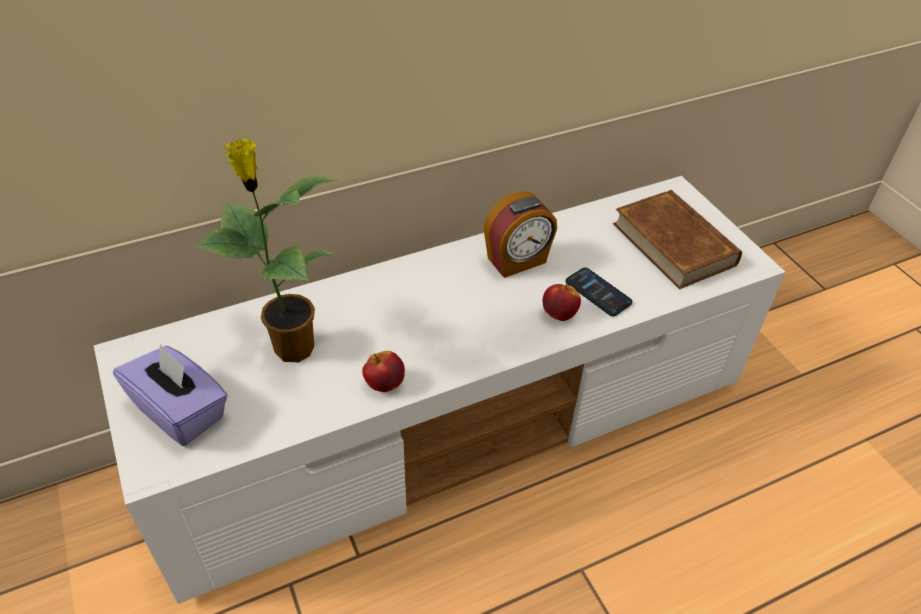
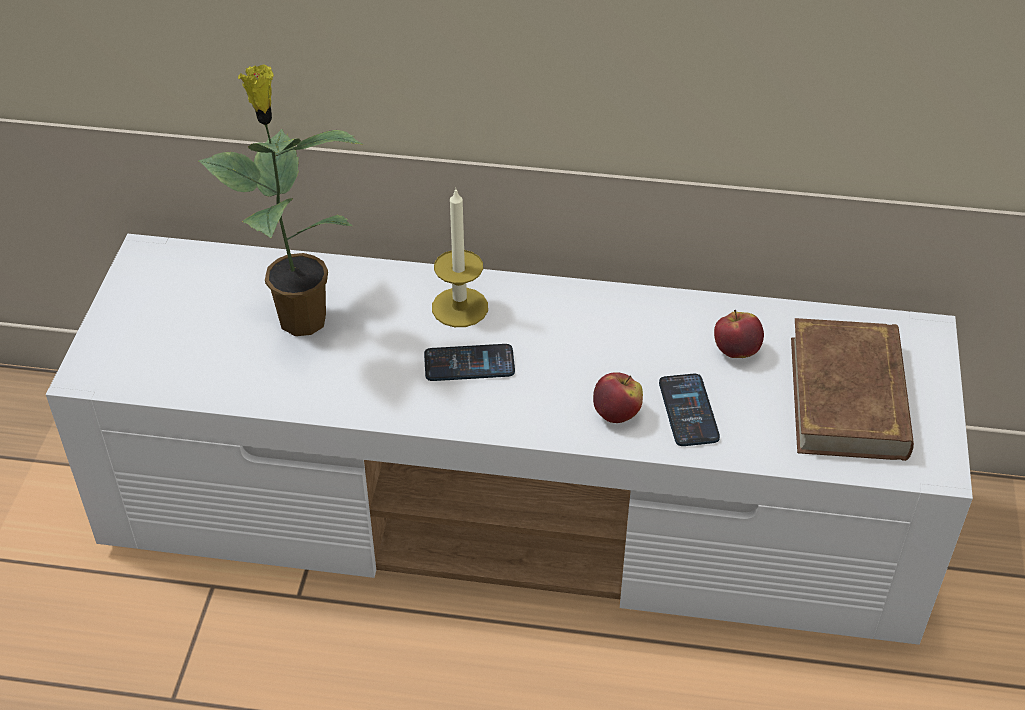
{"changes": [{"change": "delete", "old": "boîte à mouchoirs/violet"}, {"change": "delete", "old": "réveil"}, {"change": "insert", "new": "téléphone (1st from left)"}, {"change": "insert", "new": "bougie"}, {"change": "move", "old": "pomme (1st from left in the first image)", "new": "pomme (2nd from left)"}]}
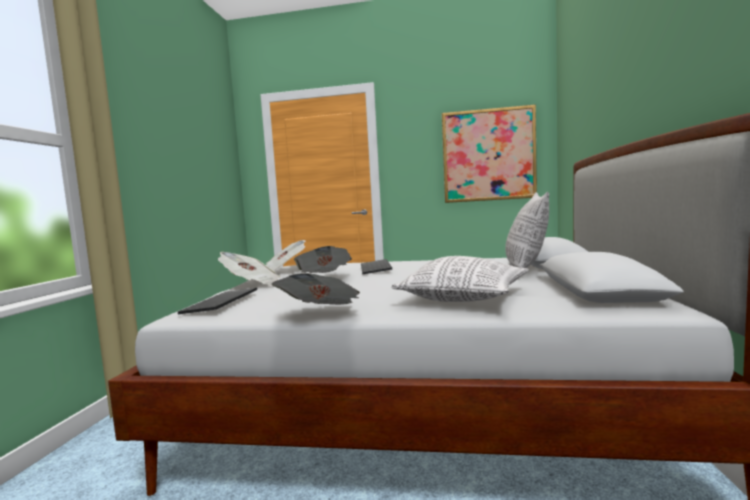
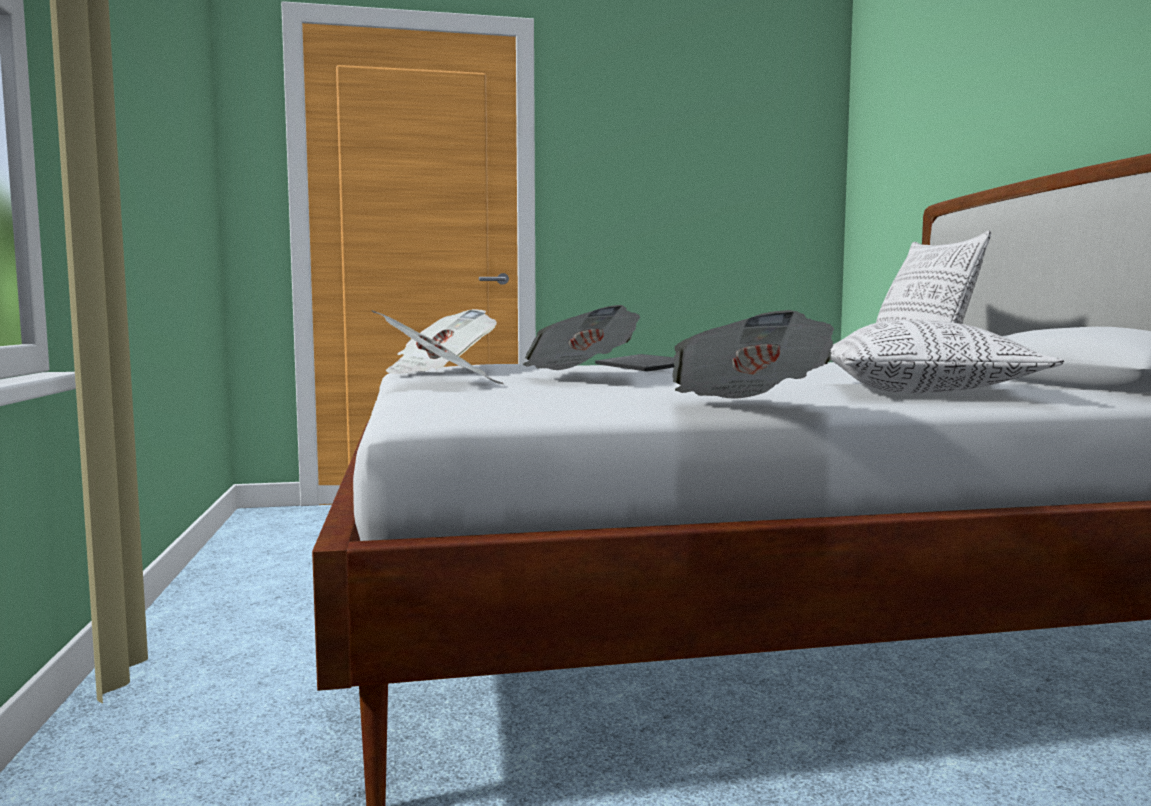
{"changes": [{"change": "delete", "old": "clavier (1st from left)"}, {"change": "delete", "old": "tableau"}]}
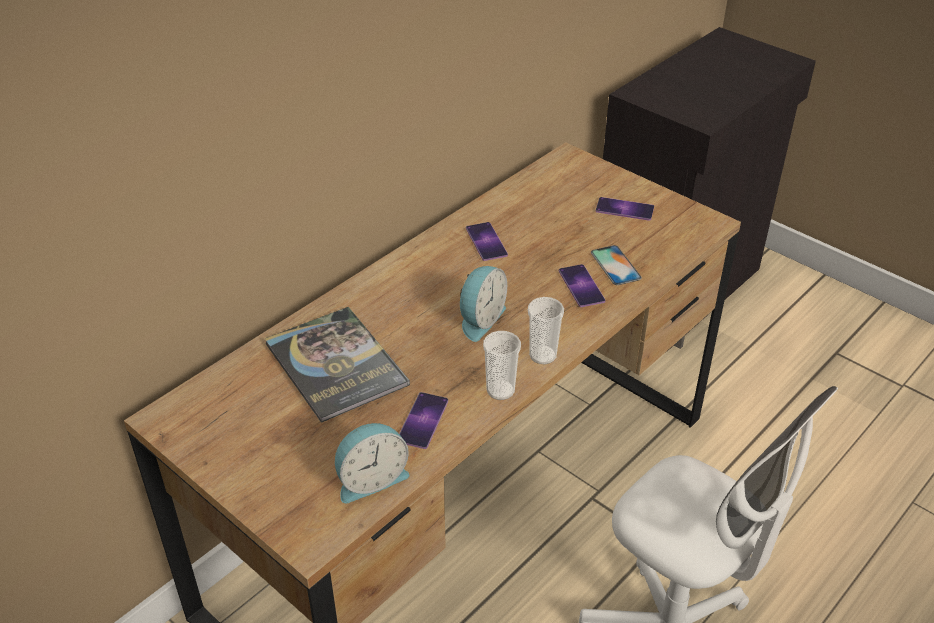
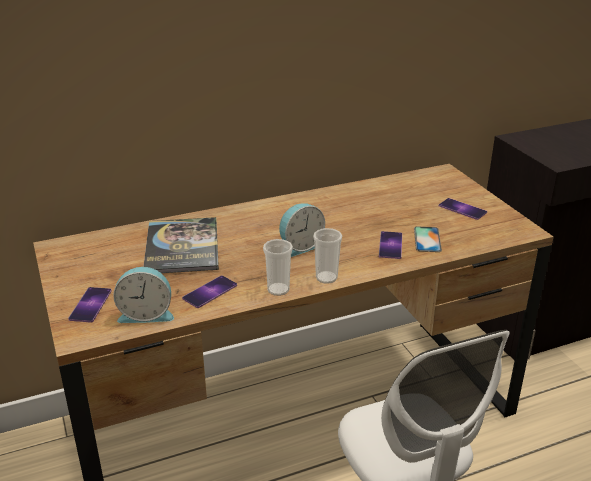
{"changes": [{"change": "move", "old": "téléphone (2nd from left in the first image)", "new": "téléphone (1st from left)"}]}
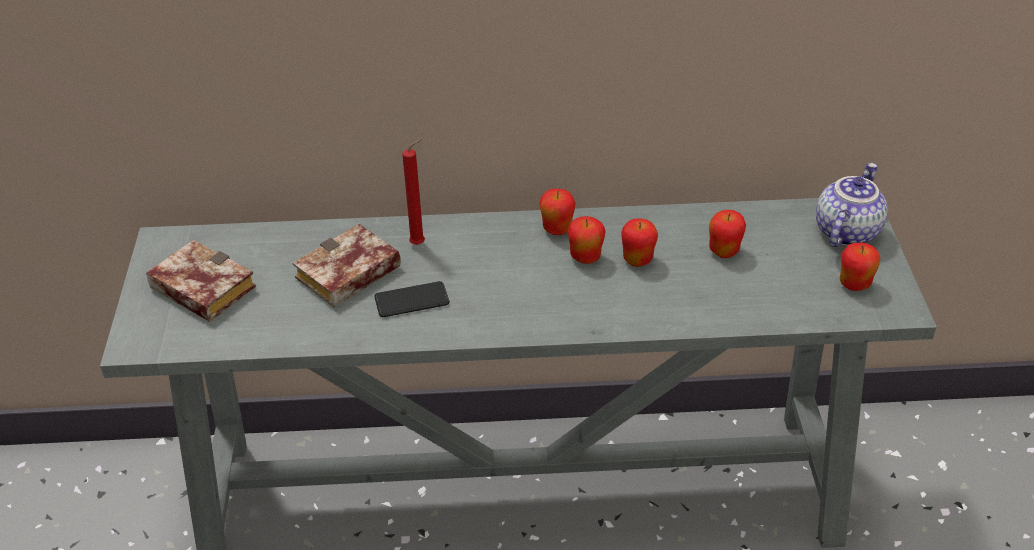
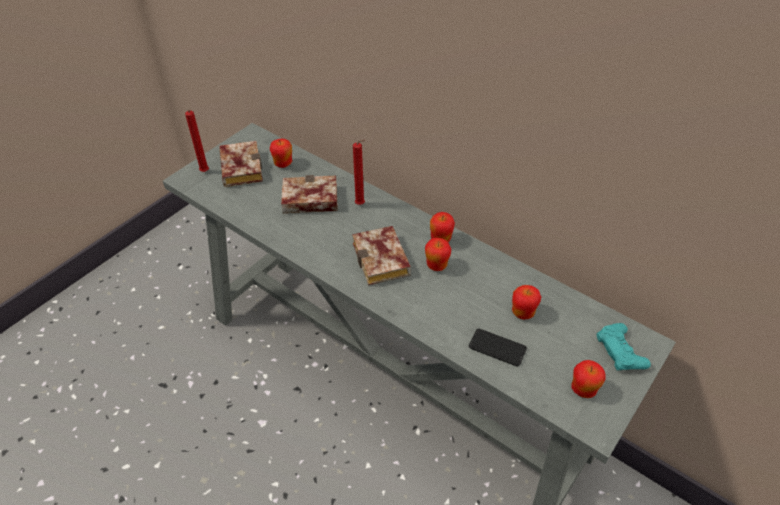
{"changes": [{"change": "insert", "new": "bougie/rouge (1st from left)"}, {"change": "insert", "new": "livre (3rd from left)"}, {"change": "move", "old": "téléphone"}, {"change": "move", "old": "pomme (3rd from left in the first image)", "new": "pomme (1st from left)"}, {"change": "replace", "old": "théière", "new": "manette/turquoise"}]}
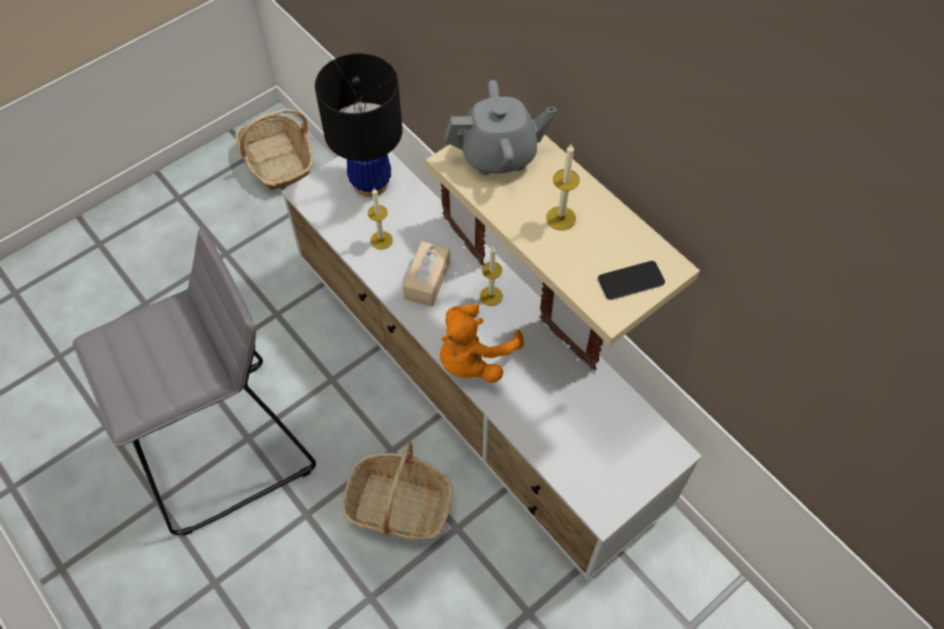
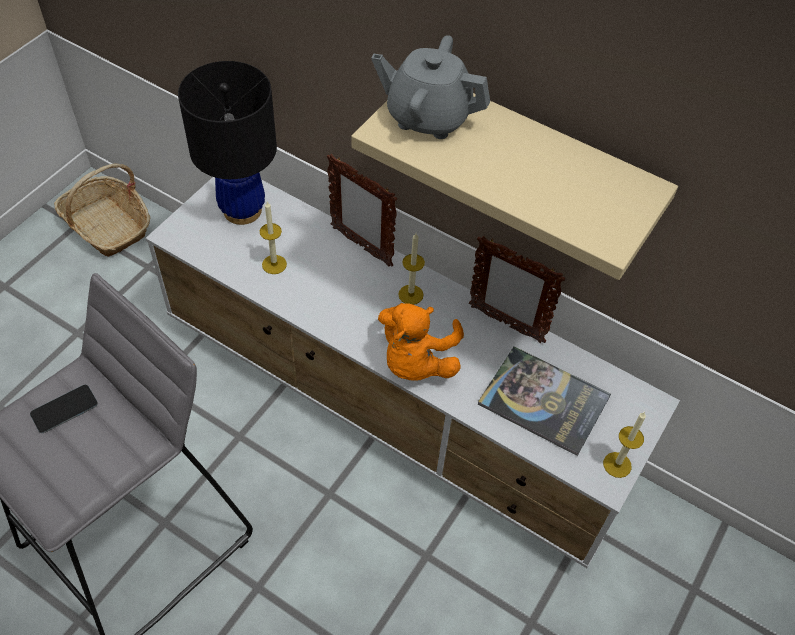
{"changes": [{"change": "delete", "old": "panier (2nd from left)"}, {"change": "delete", "old": "boîte à mouchoirs/beige"}, {"change": "insert", "new": "livre"}, {"change": "move", "old": "bougie (3rd from left)"}, {"change": "move", "old": "téléphone"}, {"change": "rotate", "old": "théière/gris", "degrees": -135}]}
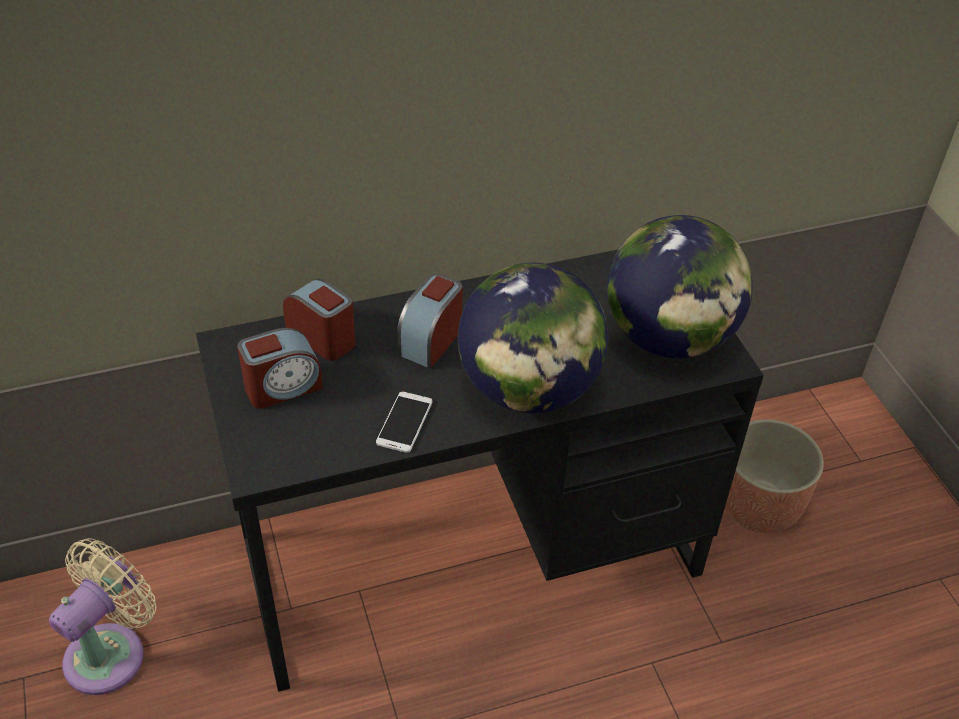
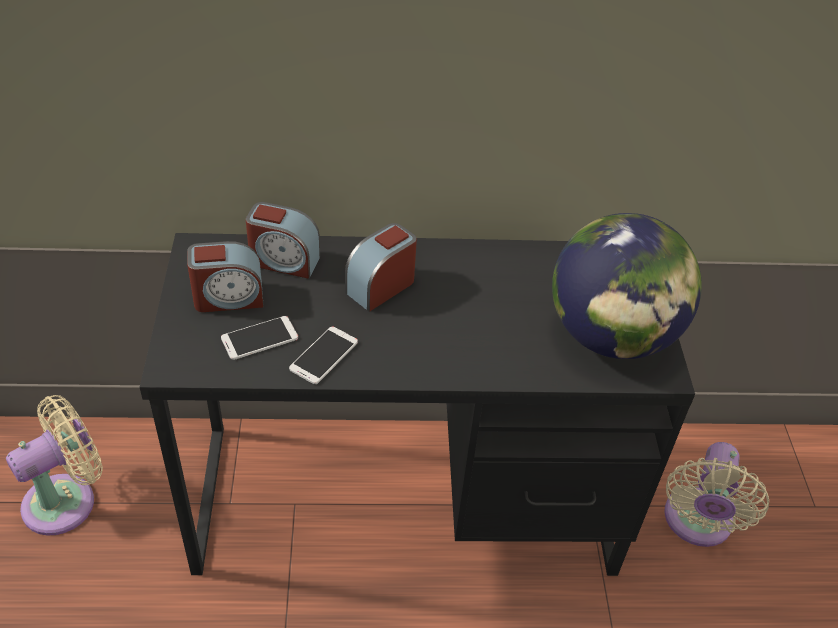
{"changes": [{"change": "delete", "old": "globe (1st from left)"}, {"change": "insert", "new": "téléphone (1st from left)"}, {"change": "replace", "old": "cache-pot", "new": "ventilateur/beige (2nd from left)"}, {"change": "rotate", "old": "réveil (2nd from left)", "degrees": 135}]}
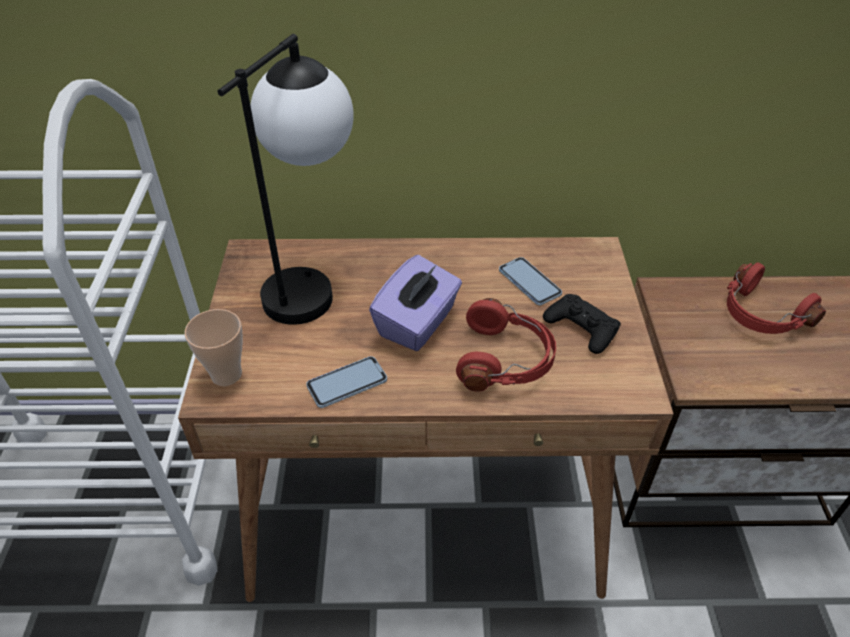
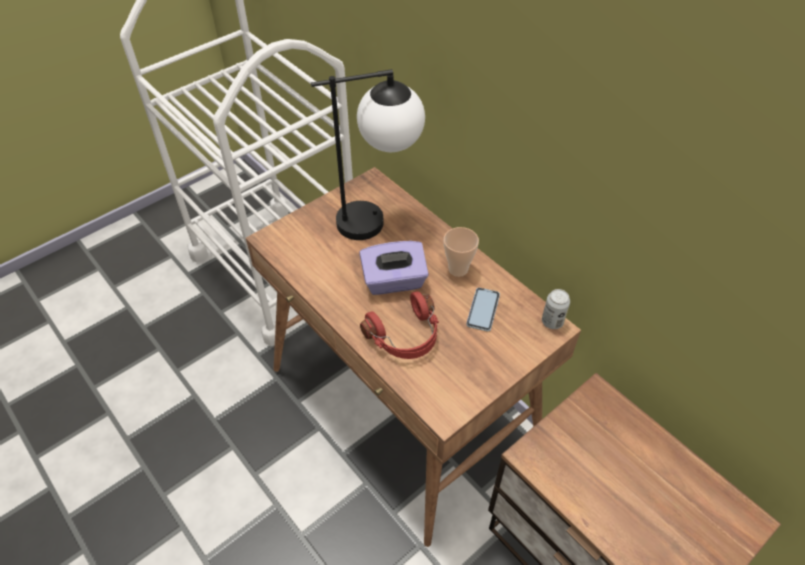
{"changes": [{"change": "delete", "old": "téléphone (1st from left)"}, {"change": "delete", "old": "manette/noir"}, {"change": "delete", "old": "casque audio/rouge (2nd from left)"}, {"change": "insert", "new": "boîte métallique"}, {"change": "move", "old": "tasse"}]}
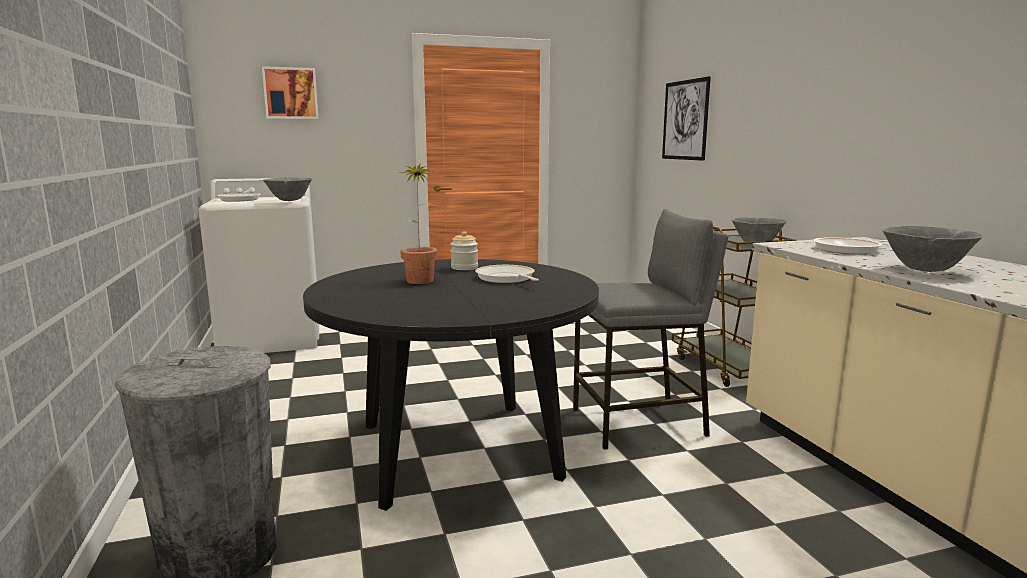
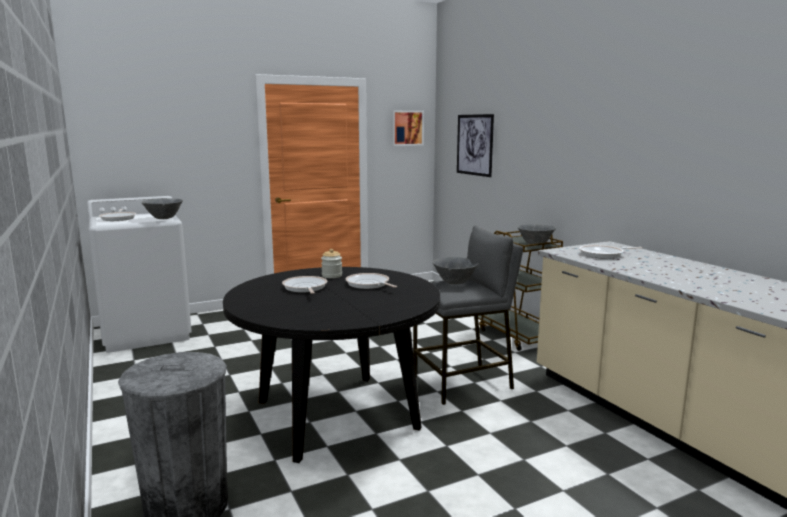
{"changes": [{"change": "move", "old": "tableau (1st from left)"}, {"change": "move", "old": "bol/gris (3rd from left in the first image)", "new": "bol/gris (2nd from left)"}, {"change": "replace", "old": "plante en pot", "new": "poêle (2nd from left)"}]}
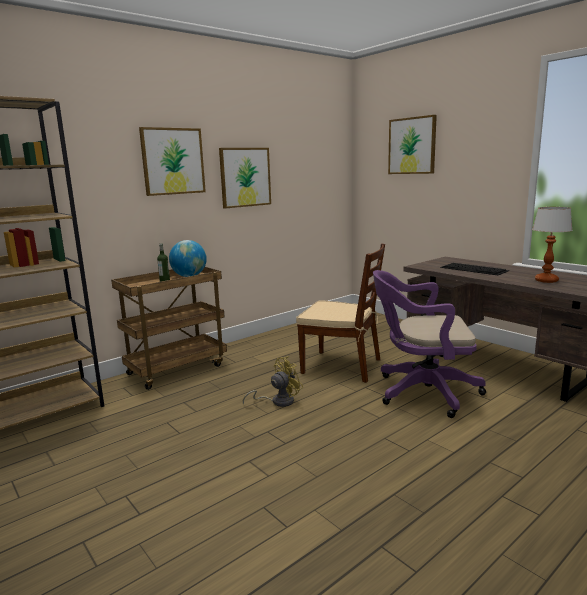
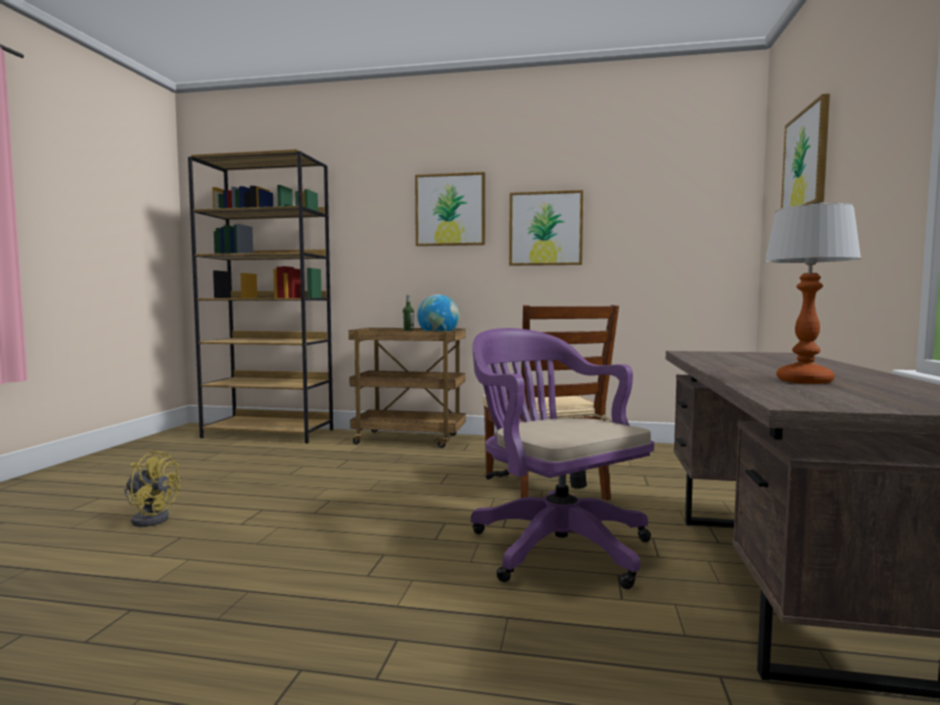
{"changes": [{"change": "delete", "old": "clavier"}, {"change": "move", "old": "ventilateur/jaune"}]}
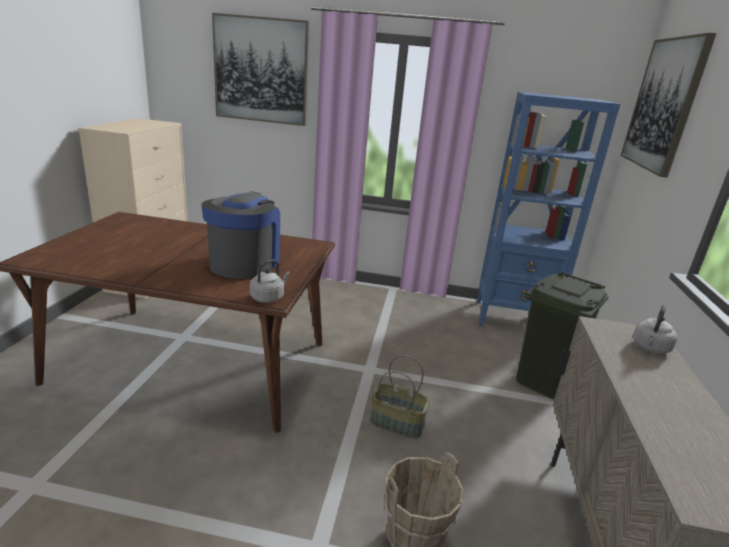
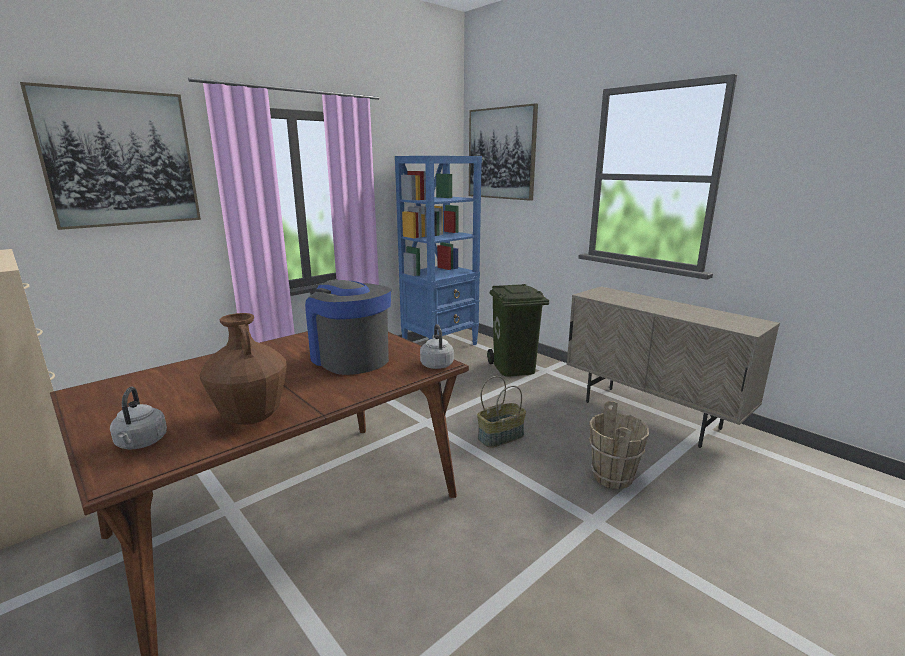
{"changes": [{"change": "insert", "new": "vase/marron"}, {"change": "move", "old": "bouilloire/gris (2nd from left in the first image)", "new": "bouilloire/gris (1st from left)"}]}
